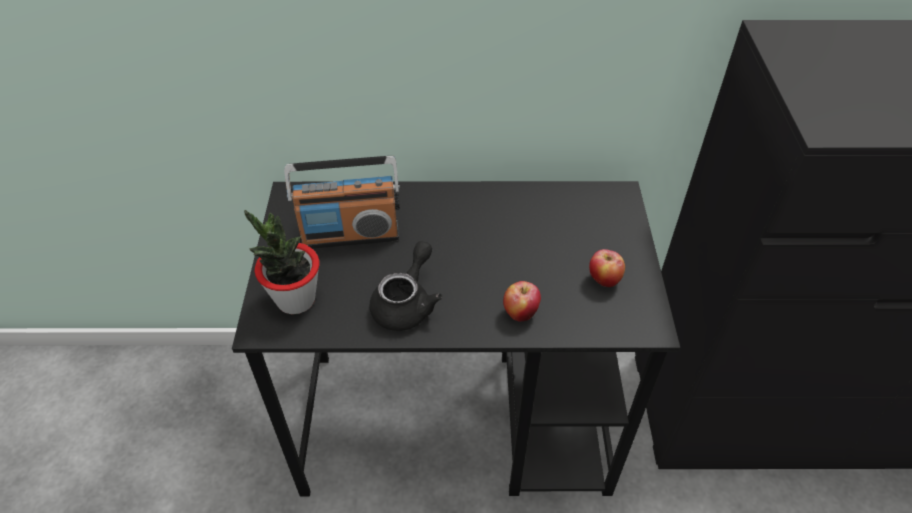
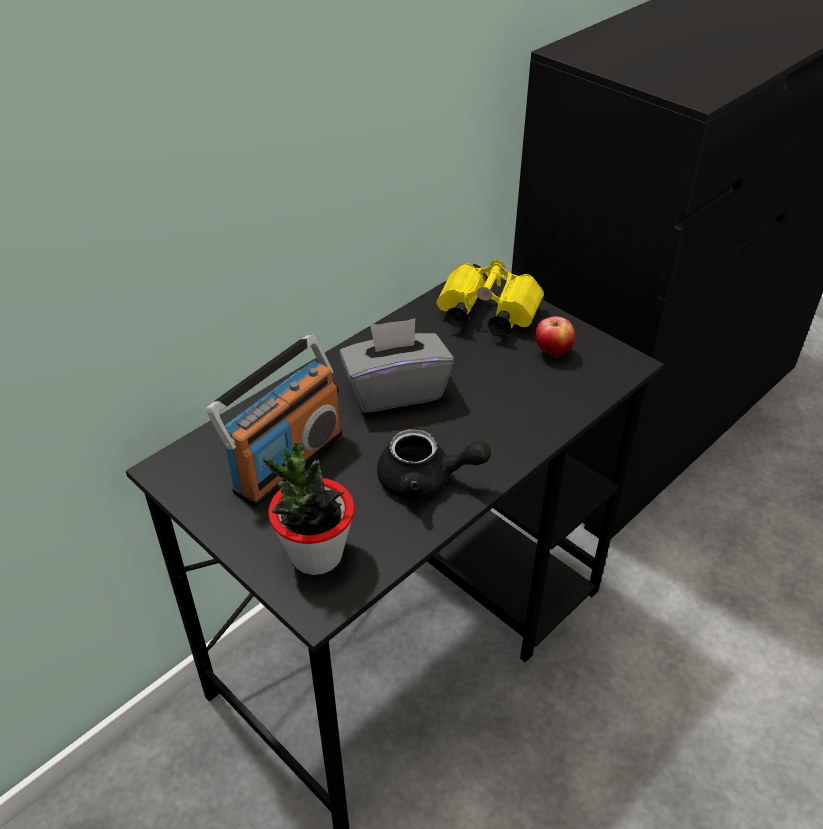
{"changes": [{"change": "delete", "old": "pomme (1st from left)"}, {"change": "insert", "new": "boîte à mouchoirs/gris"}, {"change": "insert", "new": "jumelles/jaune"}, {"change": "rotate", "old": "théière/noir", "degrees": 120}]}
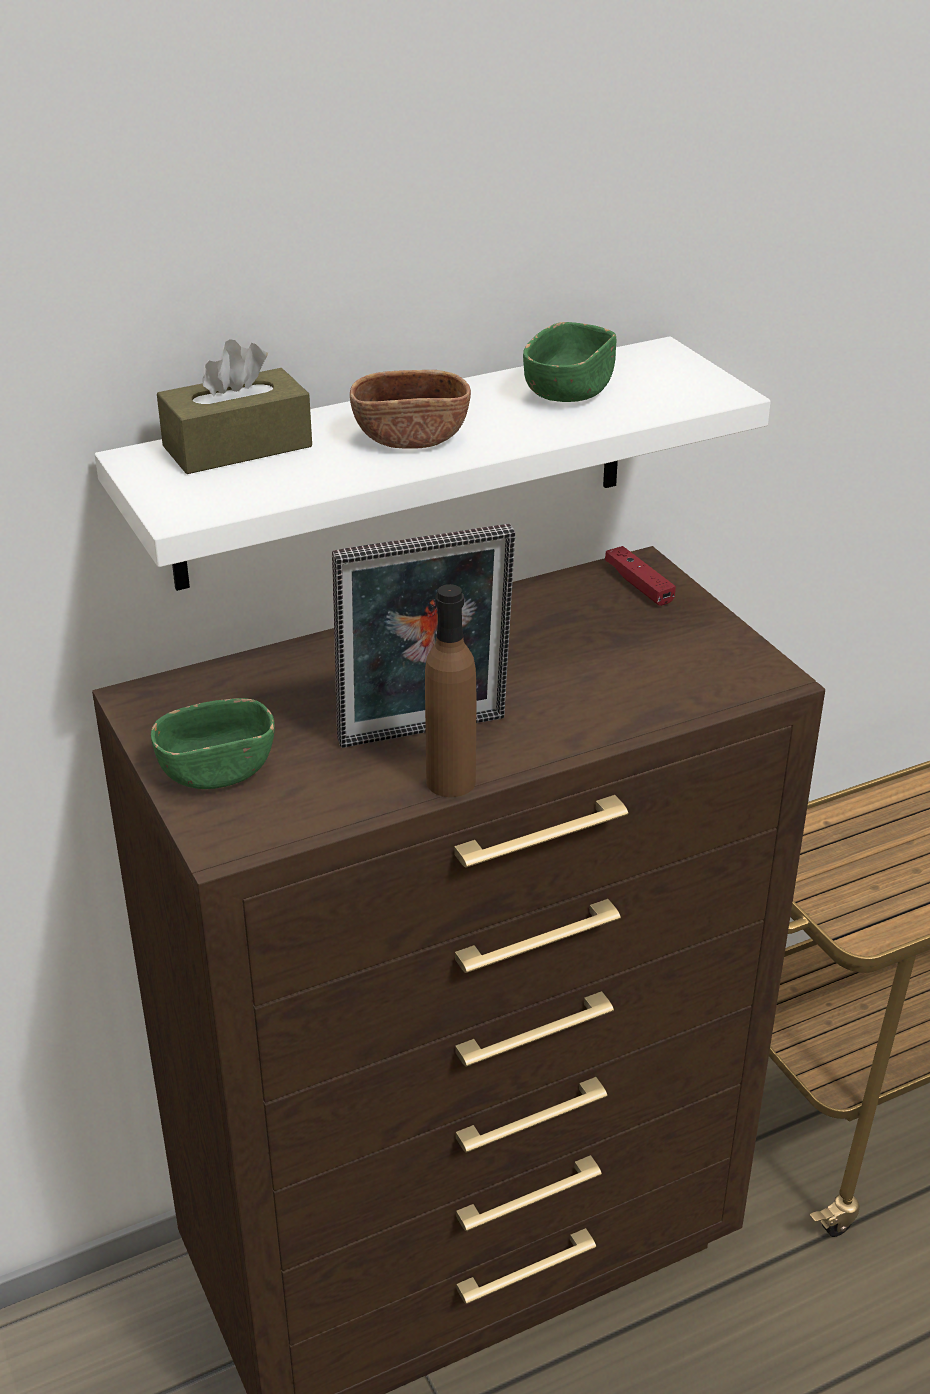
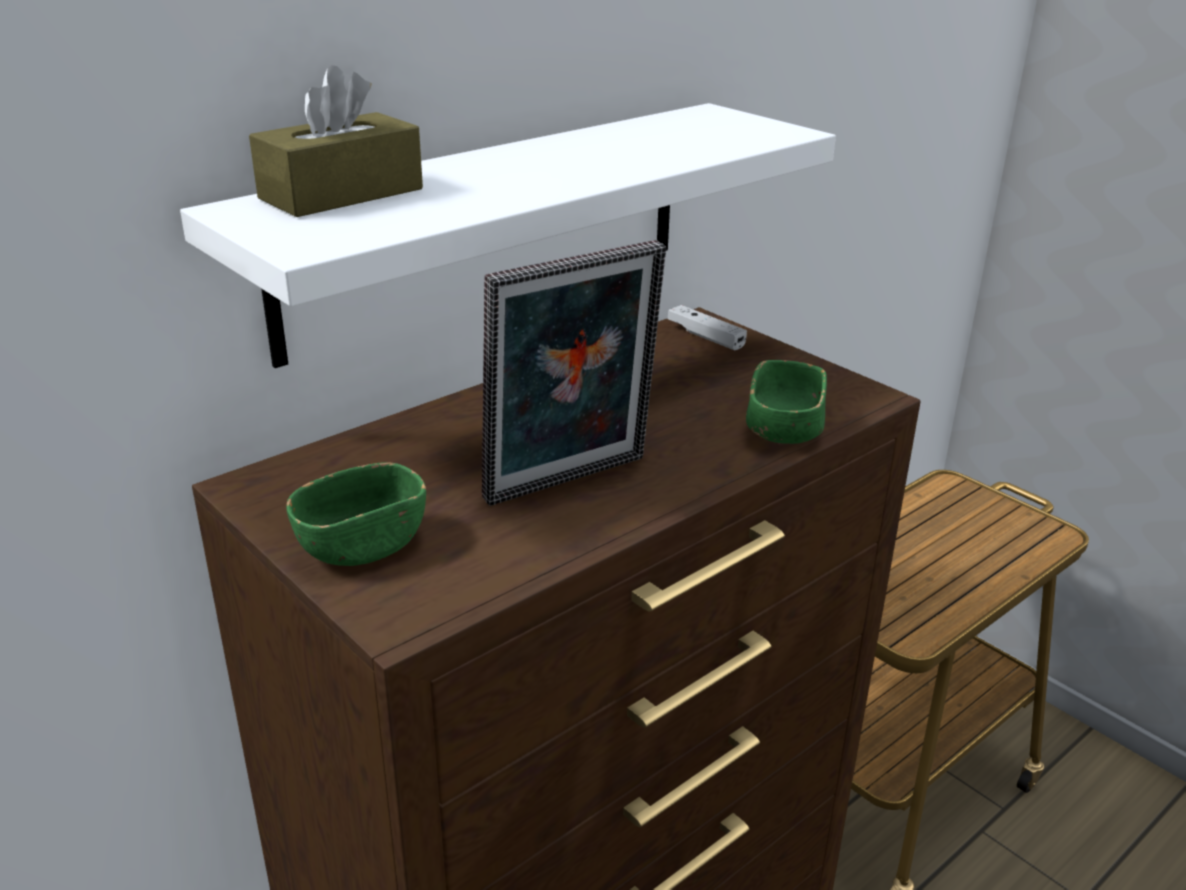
{"changes": [{"change": "delete", "old": "bol/marron"}, {"change": "delete", "old": "bouteille/marron"}, {"change": "move", "old": "bol/vert (2nd from left)"}, {"change": "recolor", "old": "manette/rouge", "new": "manette/blanc"}]}
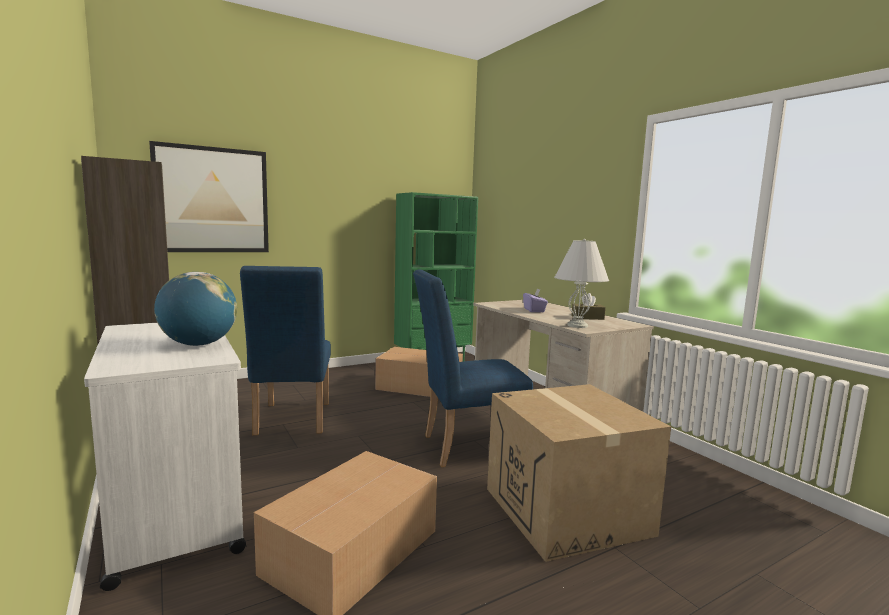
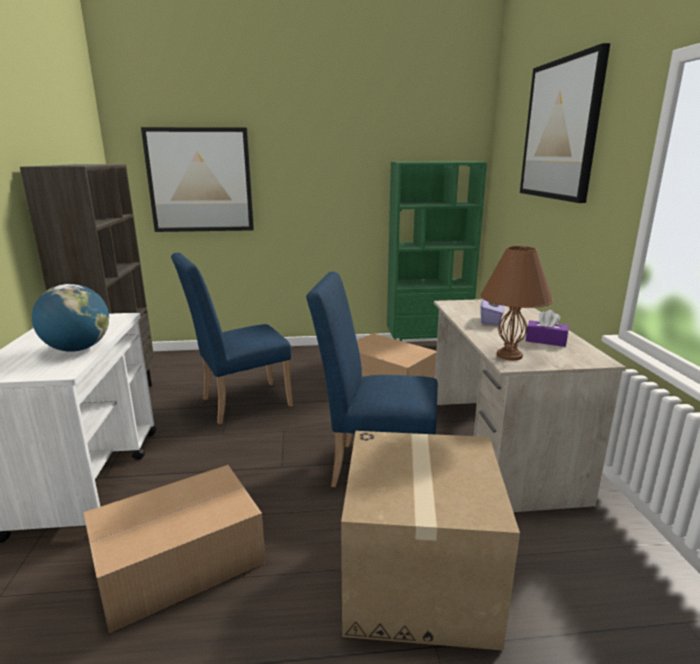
{"changes": [{"change": "insert", "new": "tableau (2nd from left)"}, {"change": "recolor", "old": "lampe de table/blanc", "new": "lampe de table/marron"}, {"change": "recolor", "old": "boîte à mouchoirs/marron", "new": "boîte à mouchoirs/violet (2nd from left)"}, {"change": "rotate", "old": "chaise/bleu (1st from left)", "degrees": 45}]}
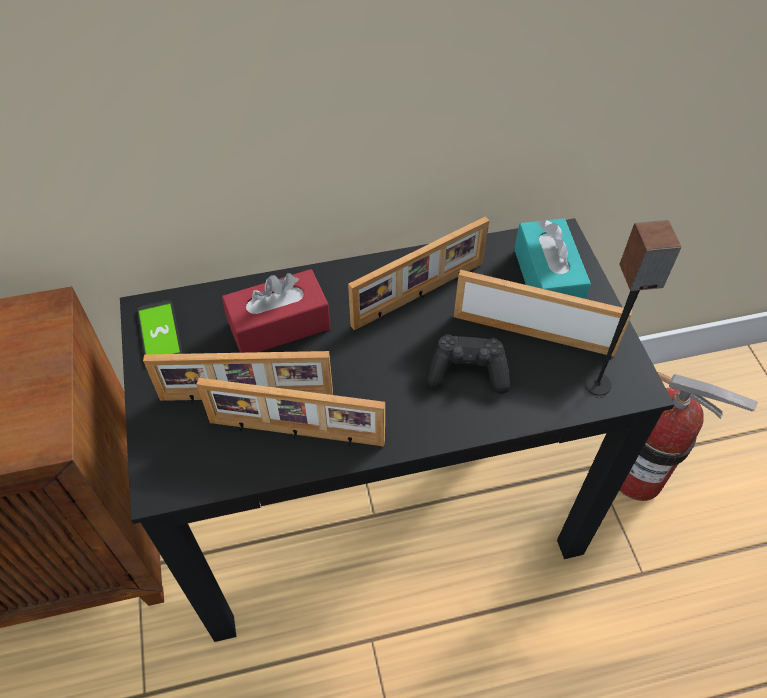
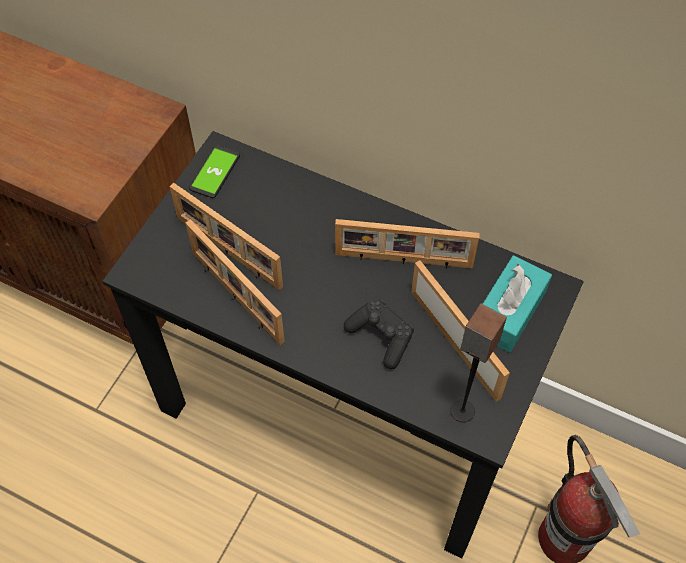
{"changes": [{"change": "delete", "old": "boîte à mouchoirs/rouge"}]}
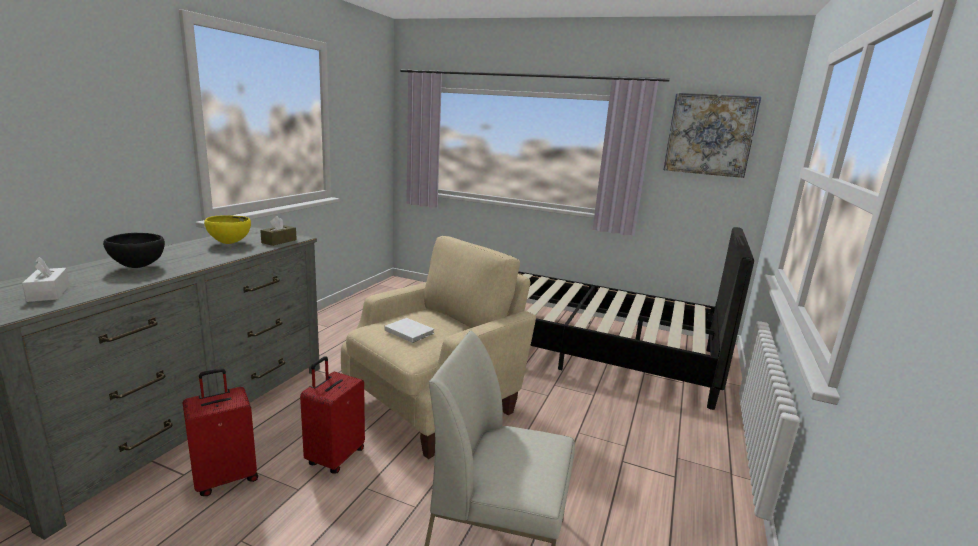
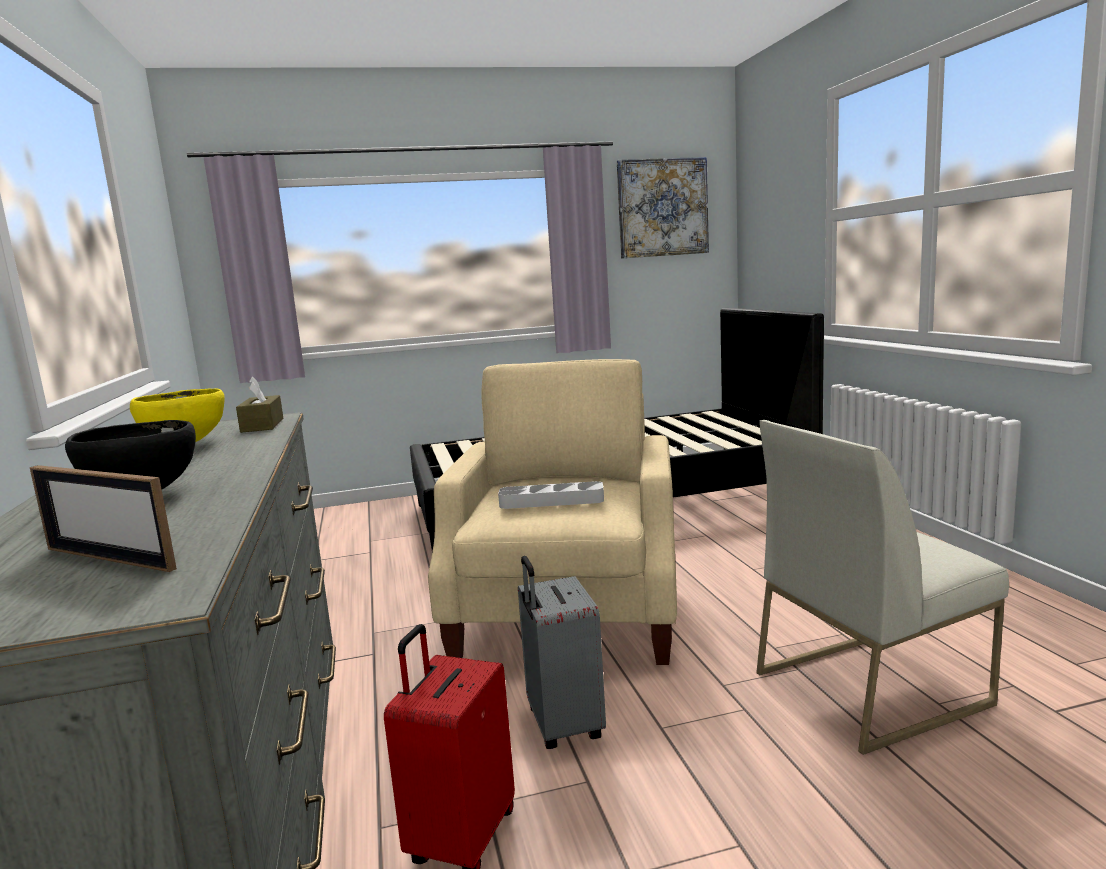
{"changes": [{"change": "replace", "old": "boîte à mouchoirs/blanc", "new": "cadre photo"}, {"change": "replace", "old": "livre/blanc", "new": "plateau/gris"}, {"change": "recolor", "old": "valise/rouge (2nd from left)", "new": "valise/gris"}]}
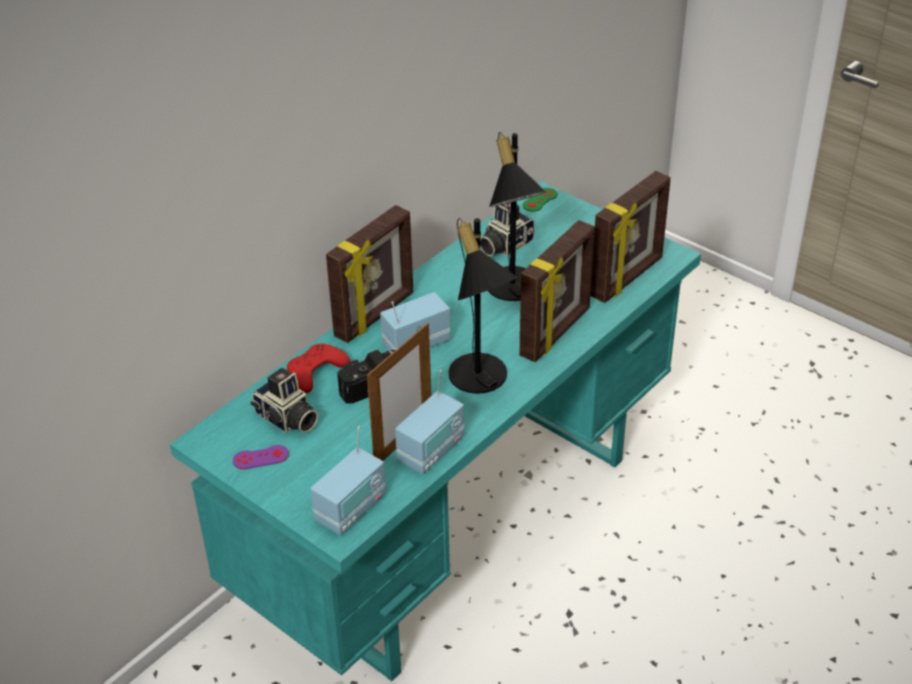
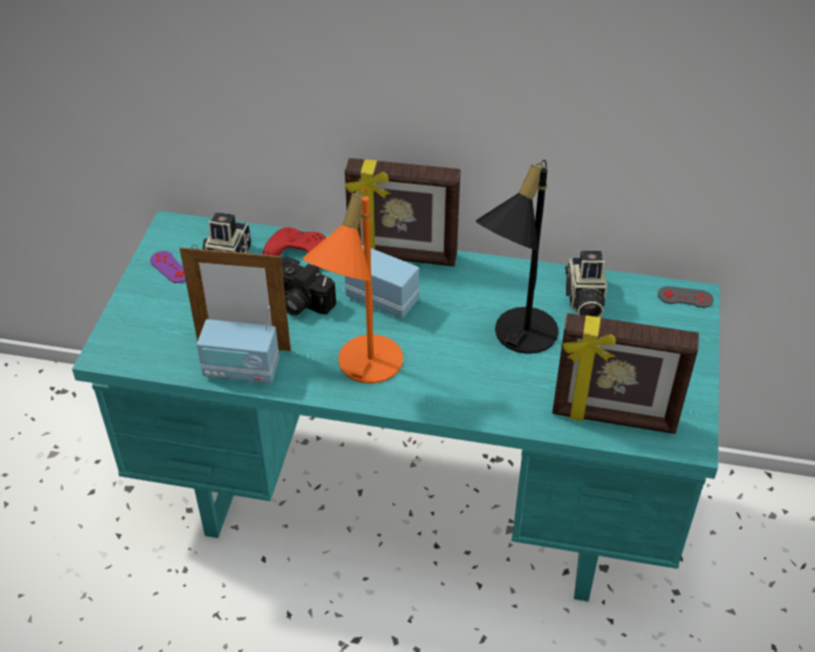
{"changes": [{"change": "delete", "old": "radio (1st from left)"}, {"change": "delete", "old": "cadre photo (3rd from left)"}, {"change": "recolor", "old": "lampe de table/noir (1st from left)", "new": "lampe de table/orange"}, {"change": "recolor", "old": "manette/vert", "new": "manette/gris"}, {"change": "rotate", "old": "appareil photo (3rd from left)", "degrees": -105}]}
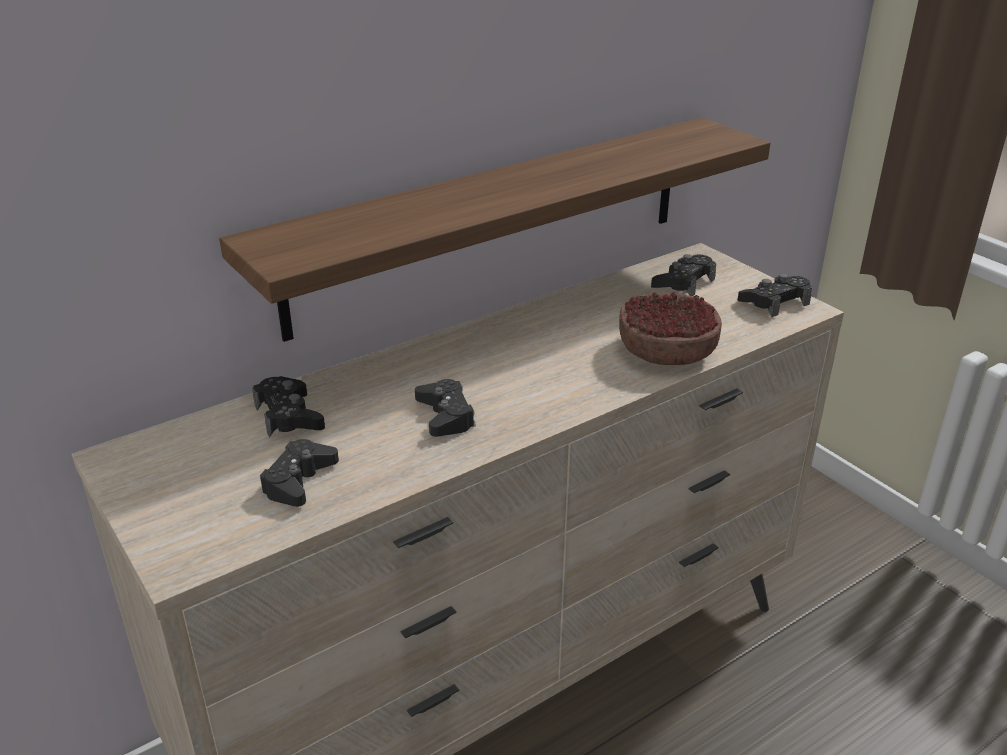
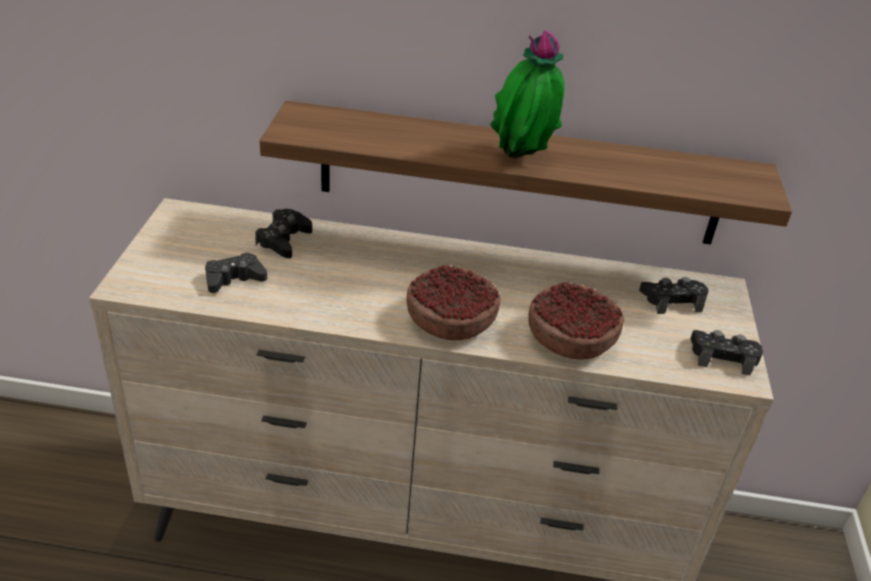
{"changes": [{"change": "delete", "old": "manette/noir (3rd from left)"}, {"change": "insert", "new": "bol (1st from left)"}, {"change": "insert", "new": "plante en pot"}]}
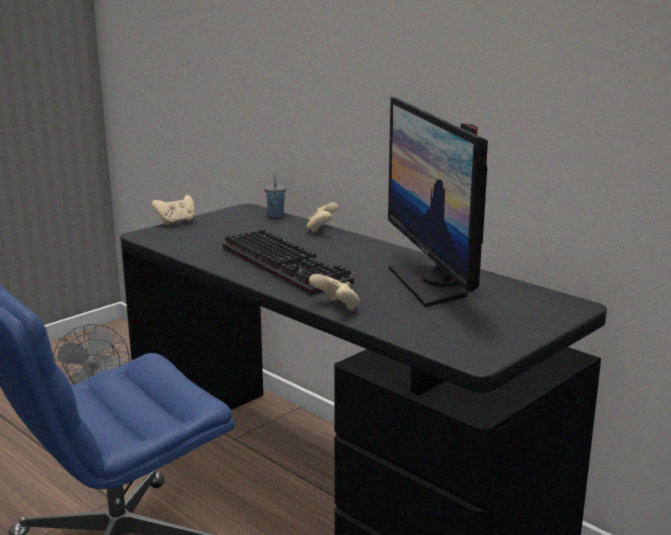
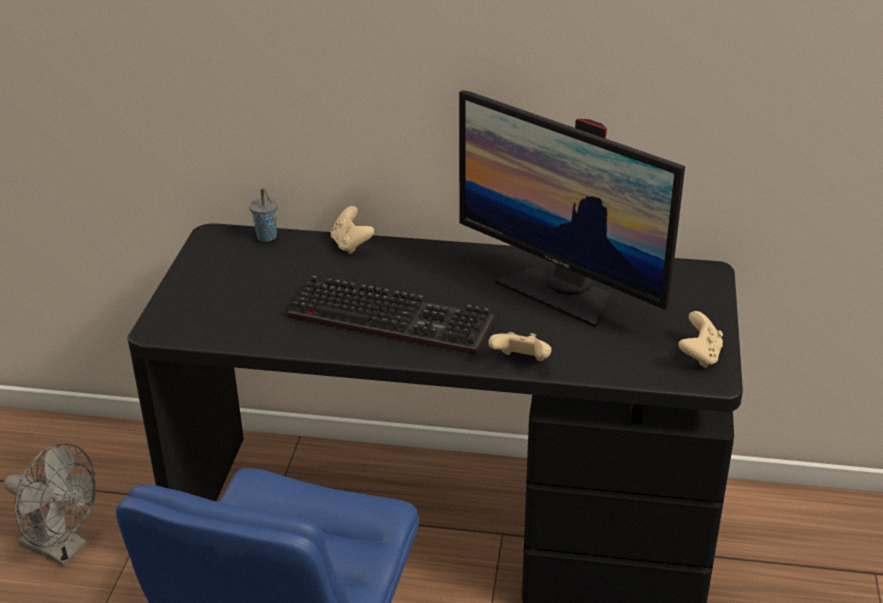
{"changes": [{"change": "move", "old": "manette/beige (1st from left in the first image)", "new": "manette/beige (3rd from left)"}]}
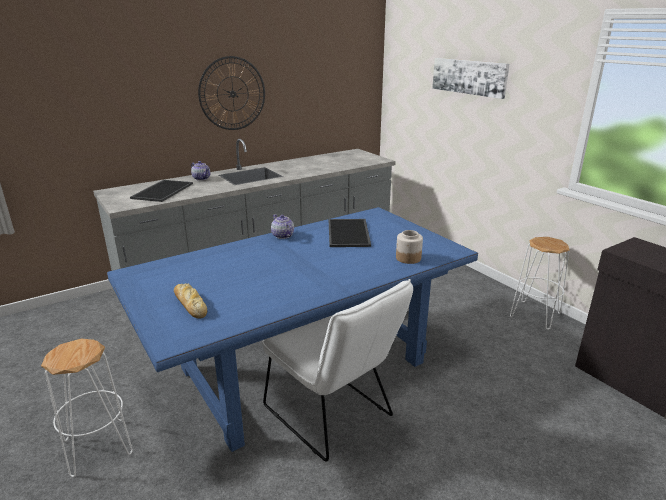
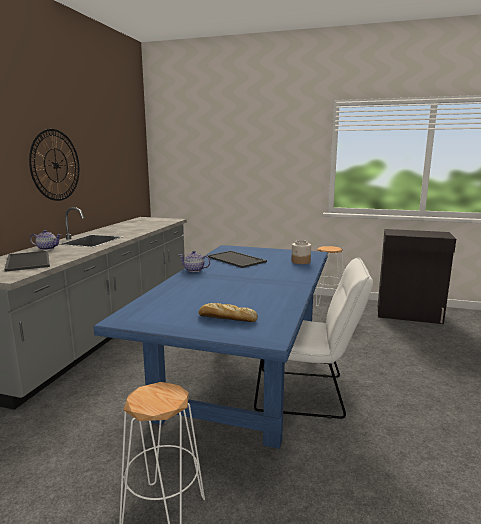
{"changes": [{"change": "delete", "old": "tableau"}]}
